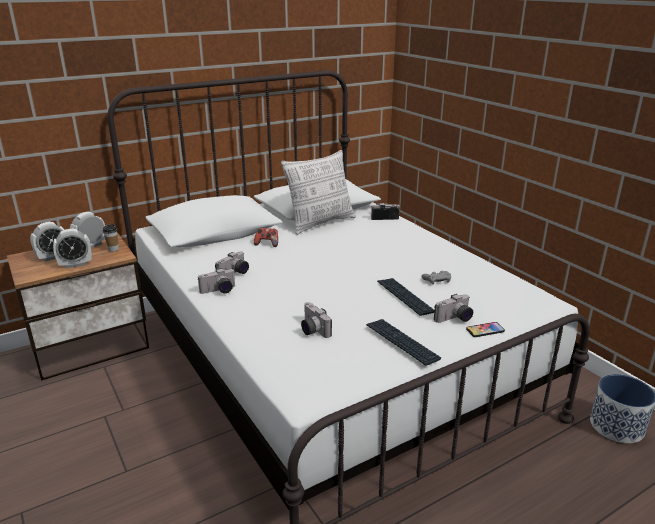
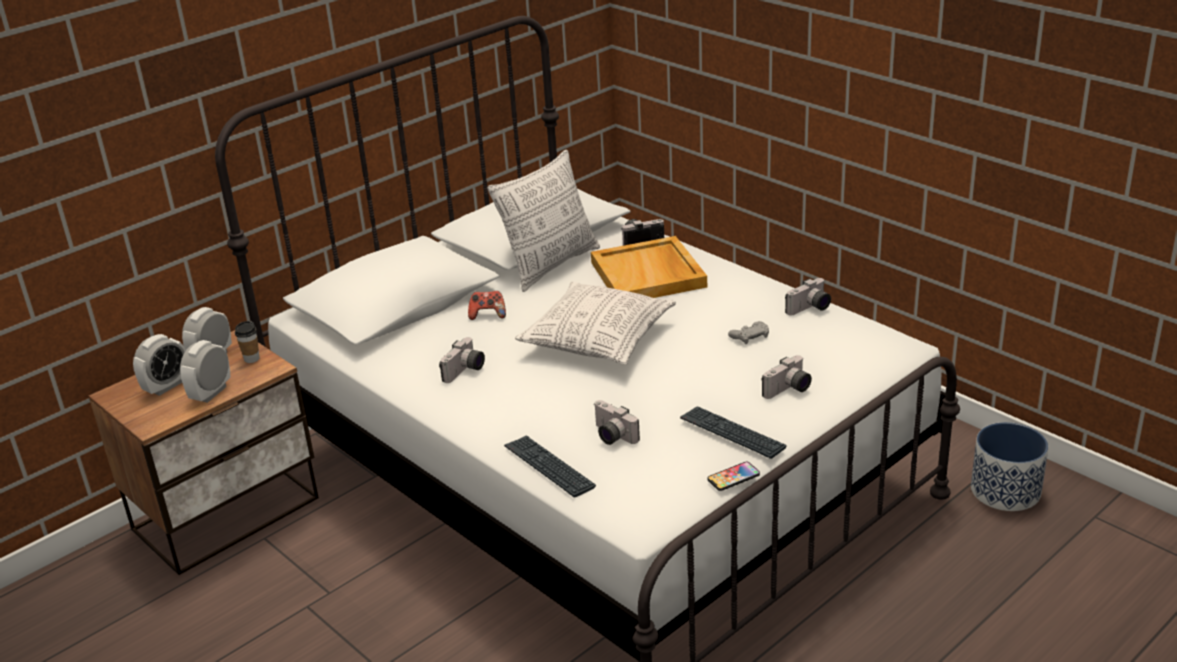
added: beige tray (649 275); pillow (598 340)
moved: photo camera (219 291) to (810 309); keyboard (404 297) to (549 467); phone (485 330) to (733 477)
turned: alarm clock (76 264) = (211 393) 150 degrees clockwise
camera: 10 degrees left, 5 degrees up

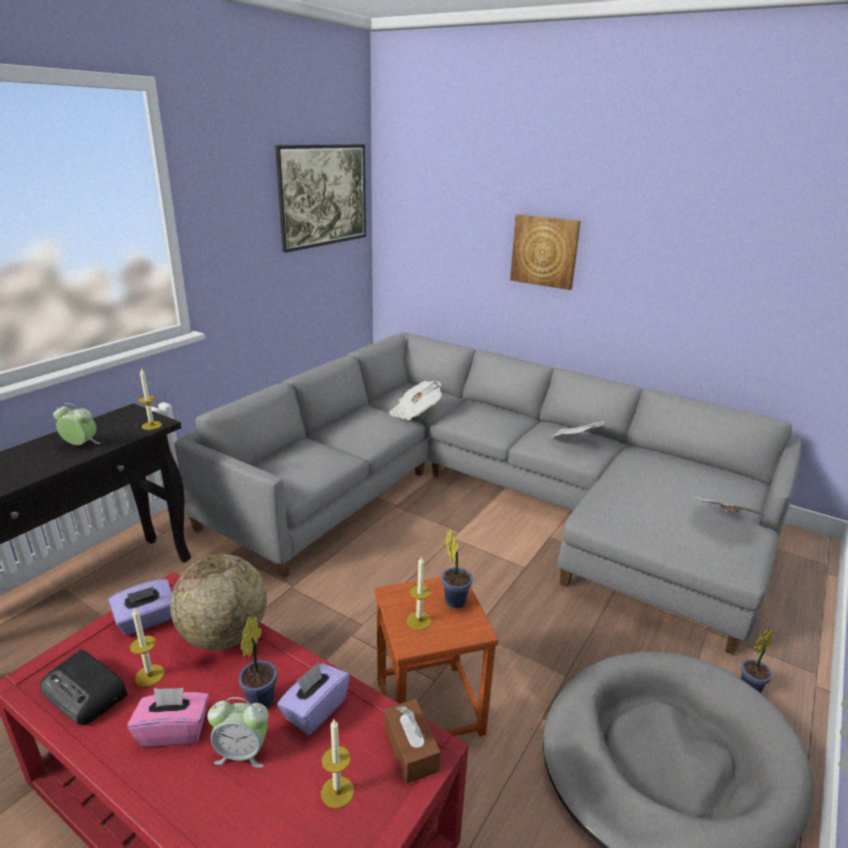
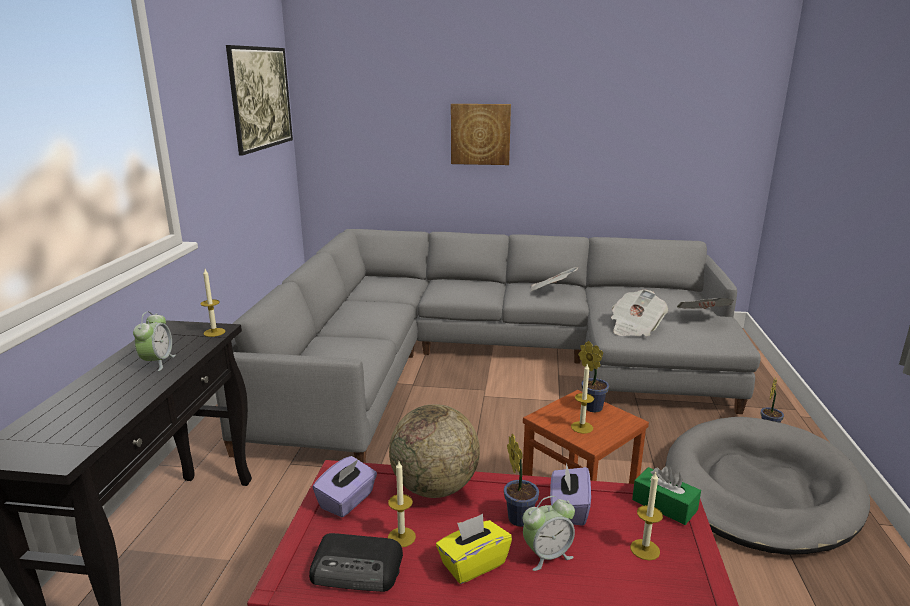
moved: newspaper (415 413) to (635 328)
recoloured: pink tissue box (174 730) to yellow tissue box (473 564); brown tissue box (411 749) to green tissue box (664 505)
turned: alarm clock (80 445) = (157 362) 105 degrees clockwise
camera: 25 degrees left, 5 degrees down

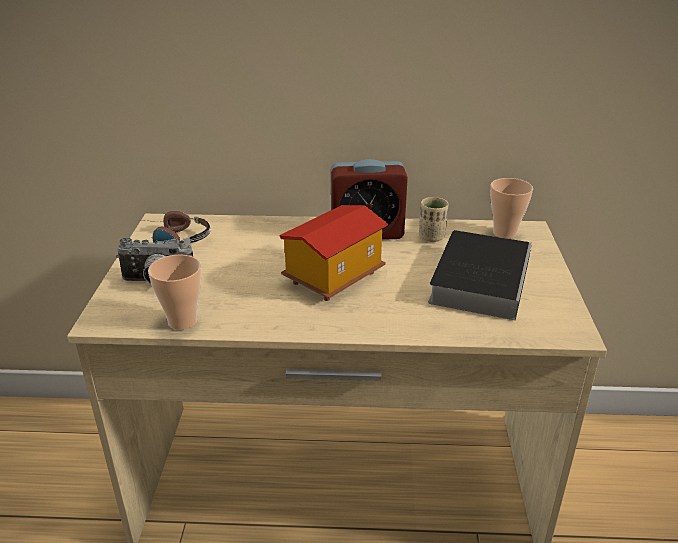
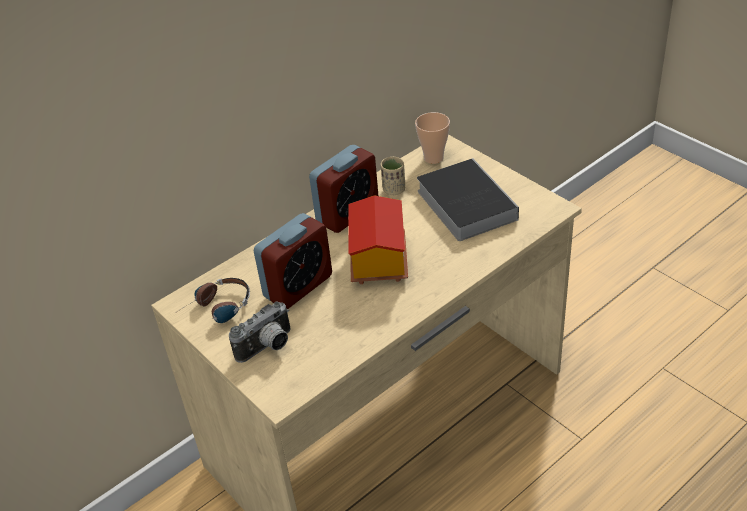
removed: cup (182 321)
added: alarm clock (298 286)
camera: 40 degrees left, 10 degrees up

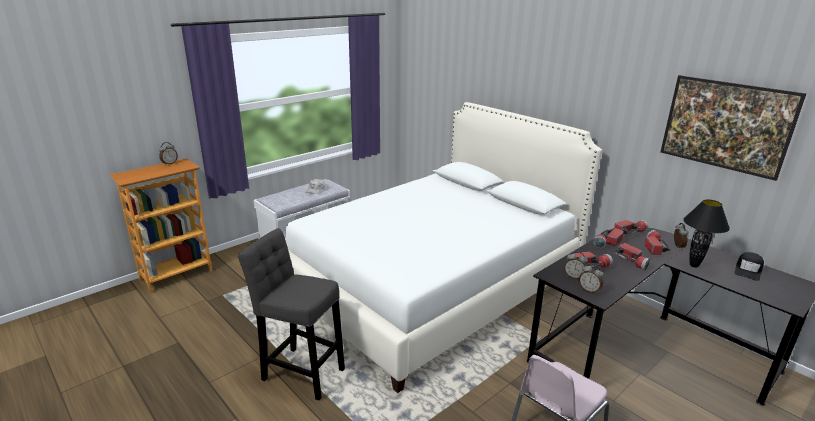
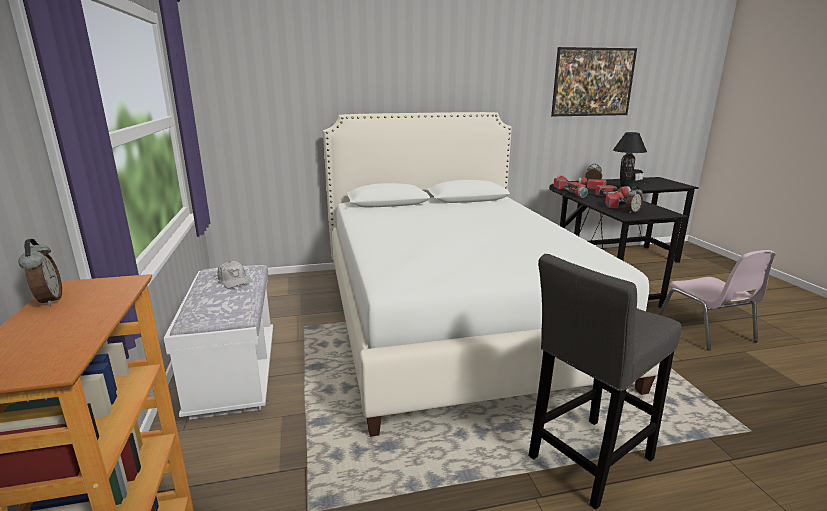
removed: alarm clock (589 290)
camera: 60 degrees left, 5 degrees down

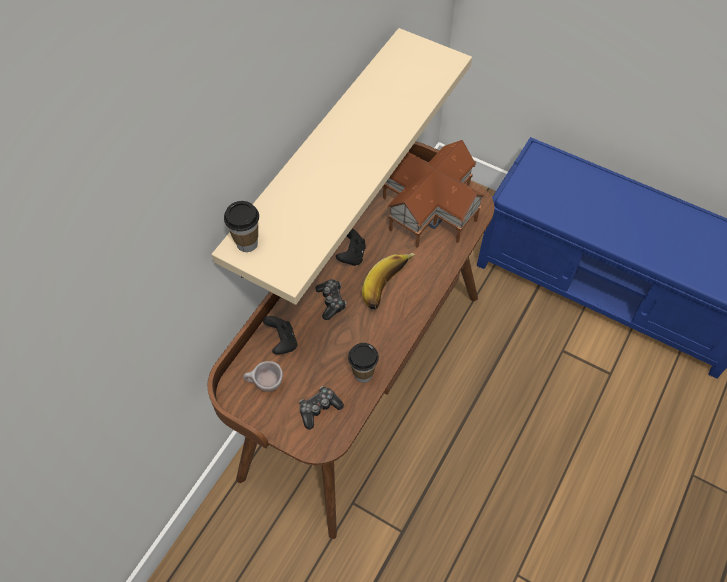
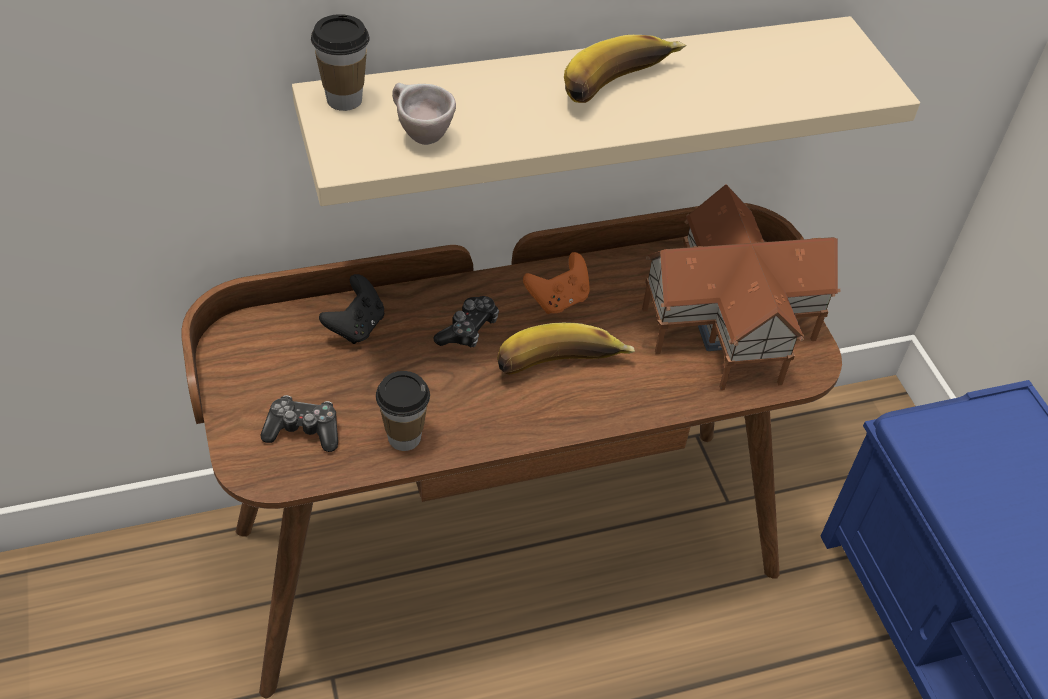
added: banana (622 90)
moved: beige cup (264 385) to (419 135)
recoloured: black game controller (351 255) to orange game controller (558 300)
camera: 40 degrees right, 10 degrees down

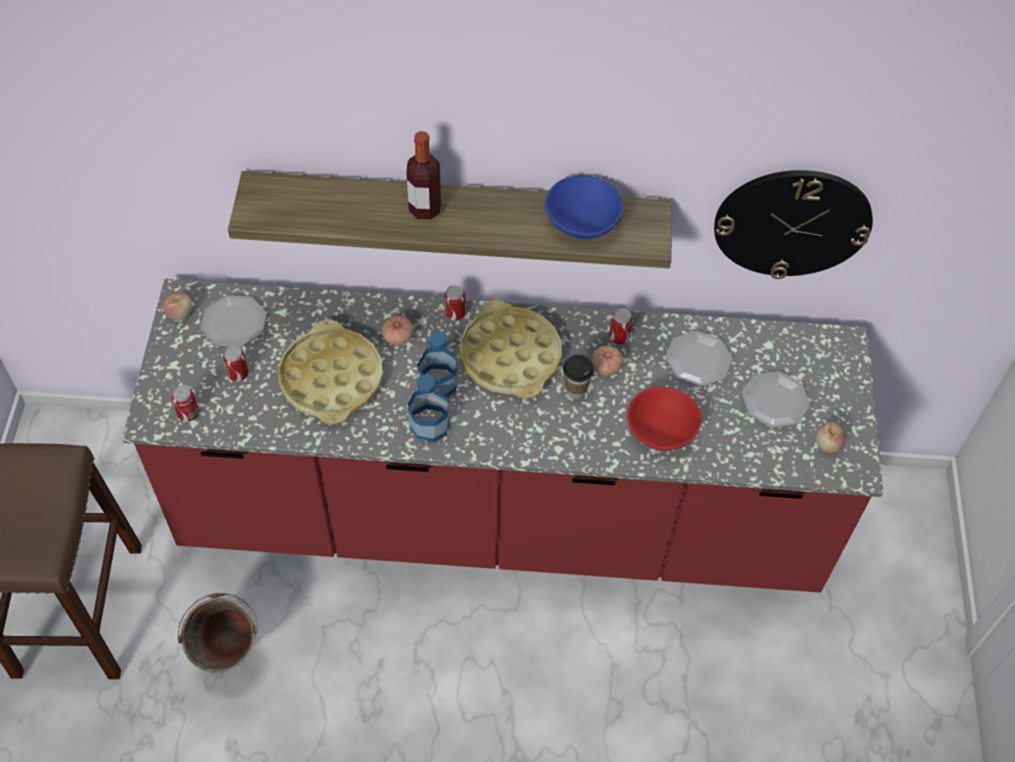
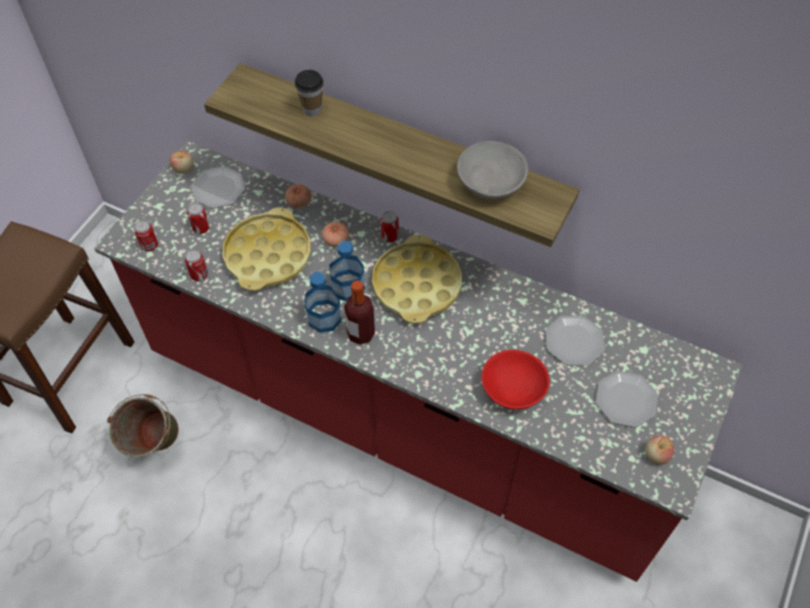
removed: wall clock (792 222)
moved: bottle (425 209) to (360 334); can (619 337) to (199 275); tomato (605 367) to (299 202); cup (575 391) to (312 110)
recoloured: blue bowl (581 222) to grey bowl (490 184)
camera: 25 degrees right, 0 degrees up

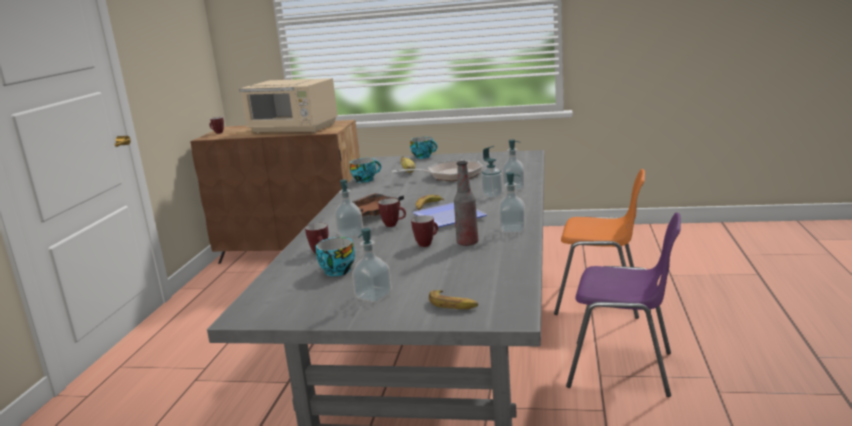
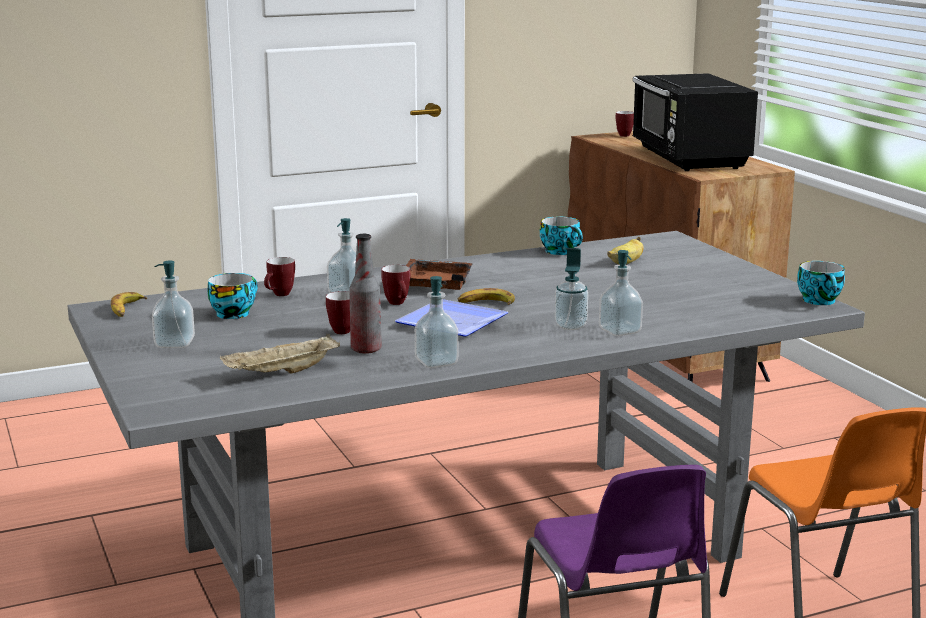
removed: frying pan (450 175)
added: beige tray (281 373)
moved: cup (424 156) to (821 301); banana (453 304) to (126 310)
recoloured: beige microwave (294 129) to black microwave (689 159)
camera: 55 degrees right, 0 degrees up

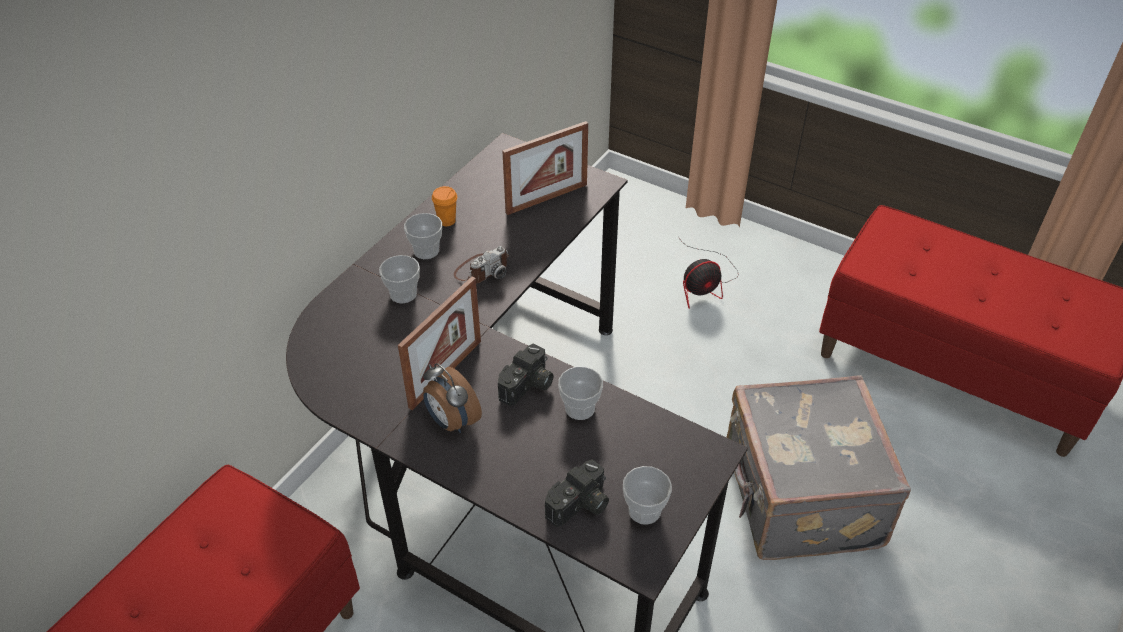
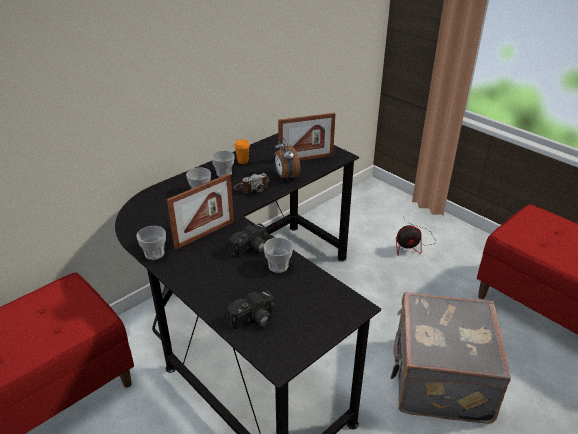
moved: alarm clock (451 421) to (285 177); cup (644 510) to (154 253)
camera: 15 degrees right, 10 degrees down

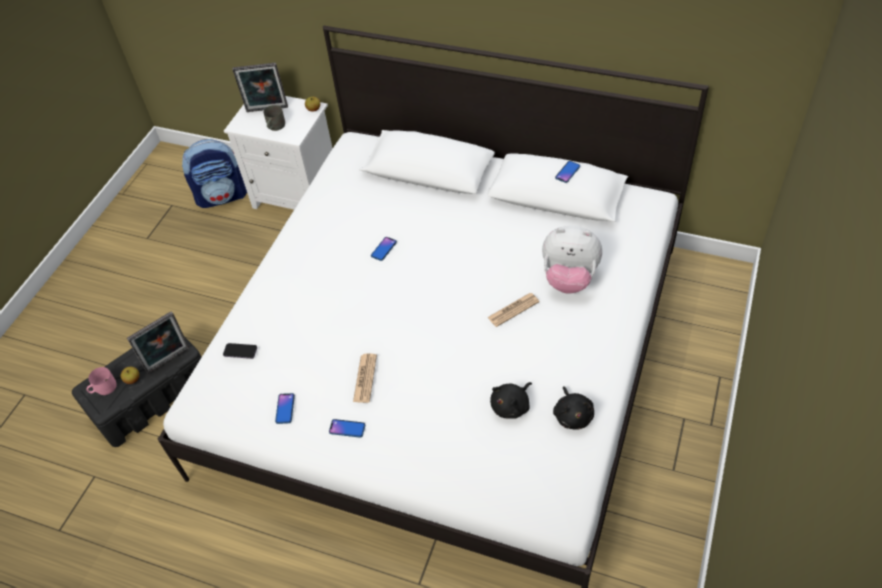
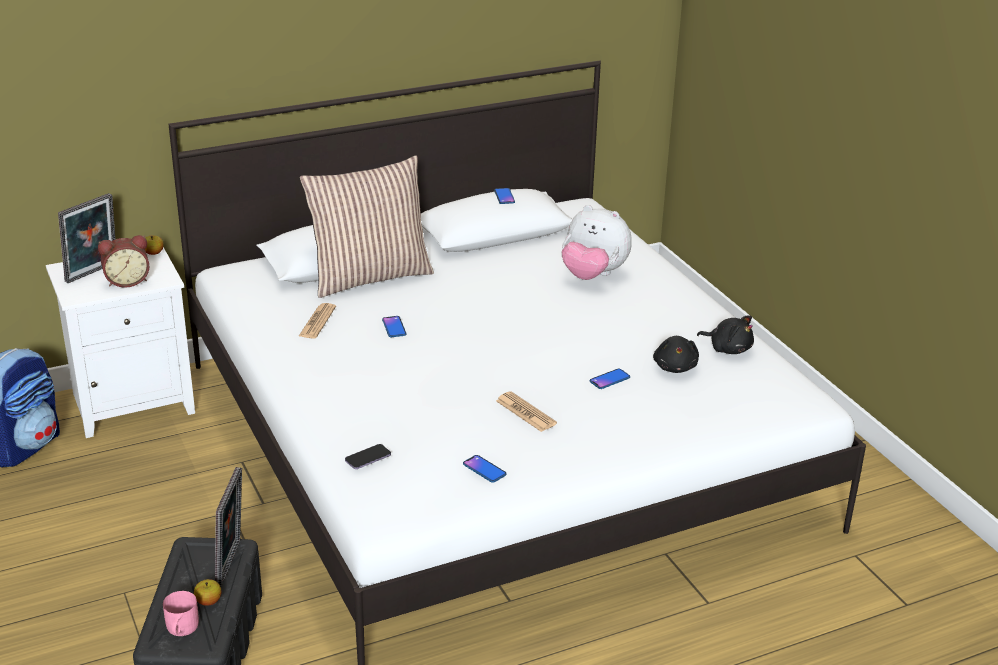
added: pillow (369 276)
moved: newspaper (513 310) to (317 322); phone (347 428) to (609 379)
replaced: grey mug (275 126) to alarm clock (127 281)
turned: plush toy (569 278) = (593 275) 60 degrees clockwise
camera: 50 degrees left, 20 degrees down

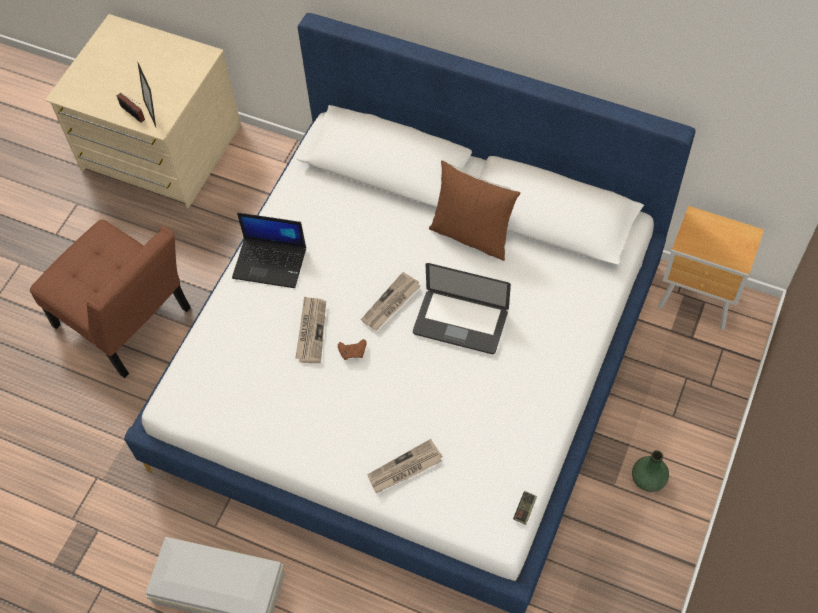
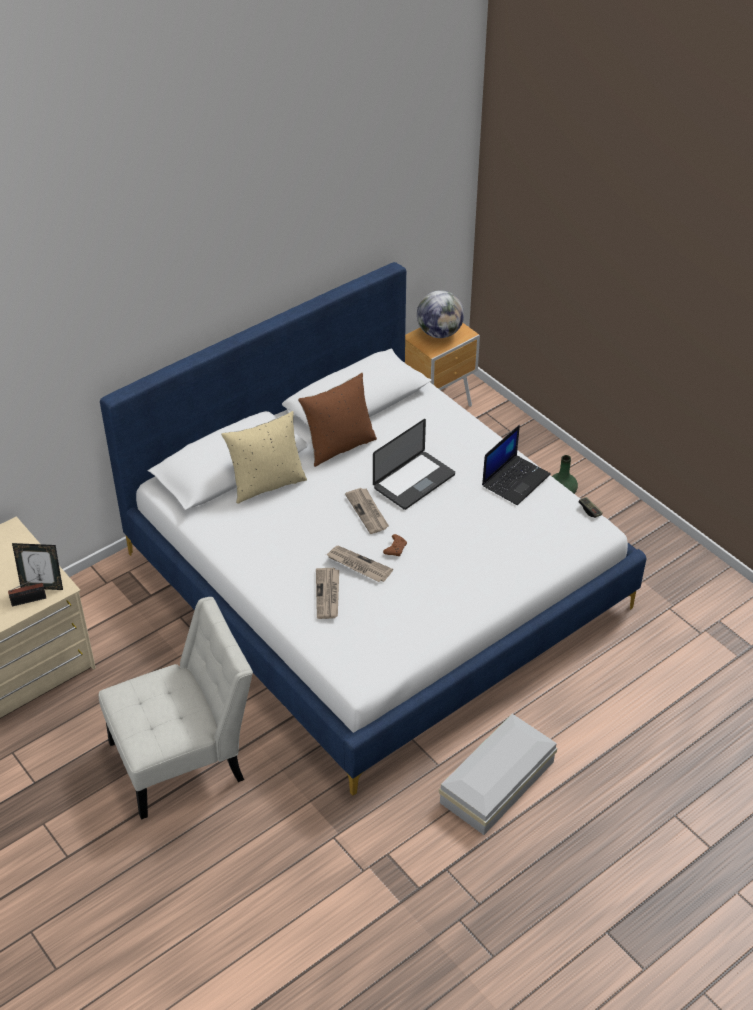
added: globe (439 333); beige pillow (267 484)
moved: laptop (271 262) to (515 479); newspaper (404 469) to (328 595)
recoloured: brown chair (127 322) to white chair (184 758)
camera: 65 degrees left, 15 degrees down

